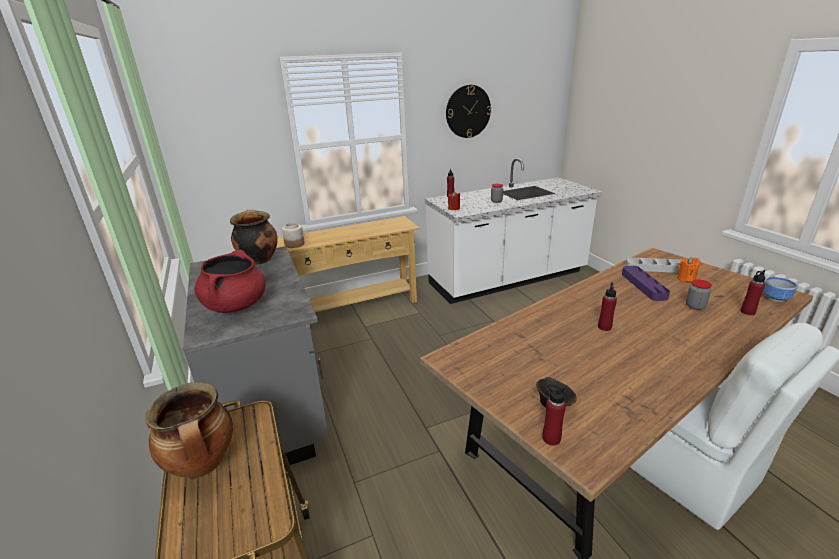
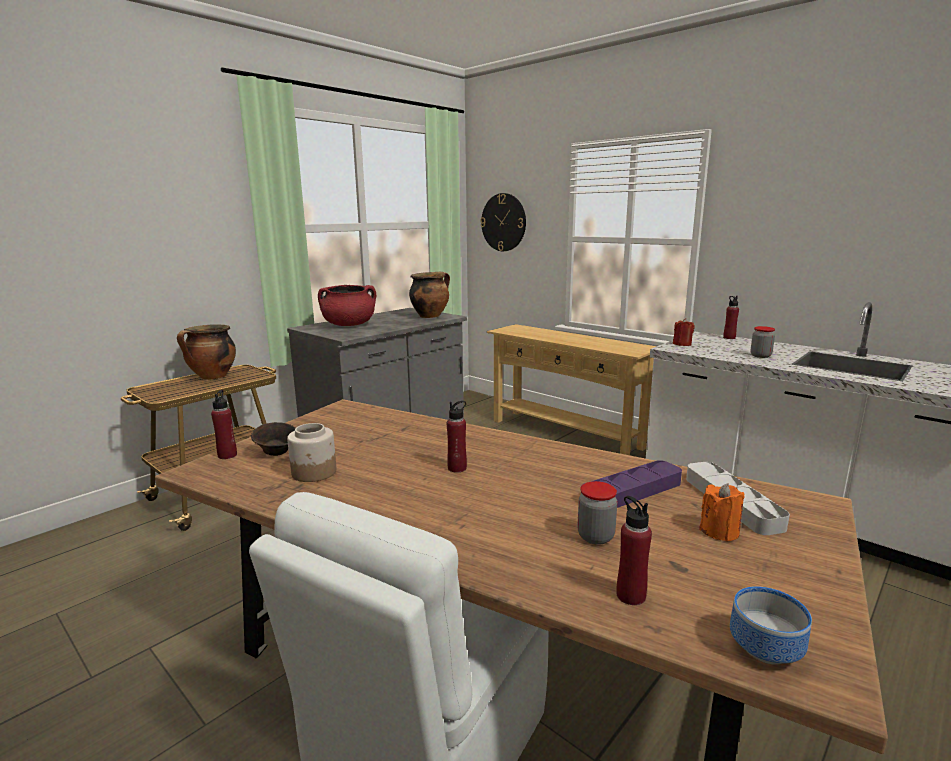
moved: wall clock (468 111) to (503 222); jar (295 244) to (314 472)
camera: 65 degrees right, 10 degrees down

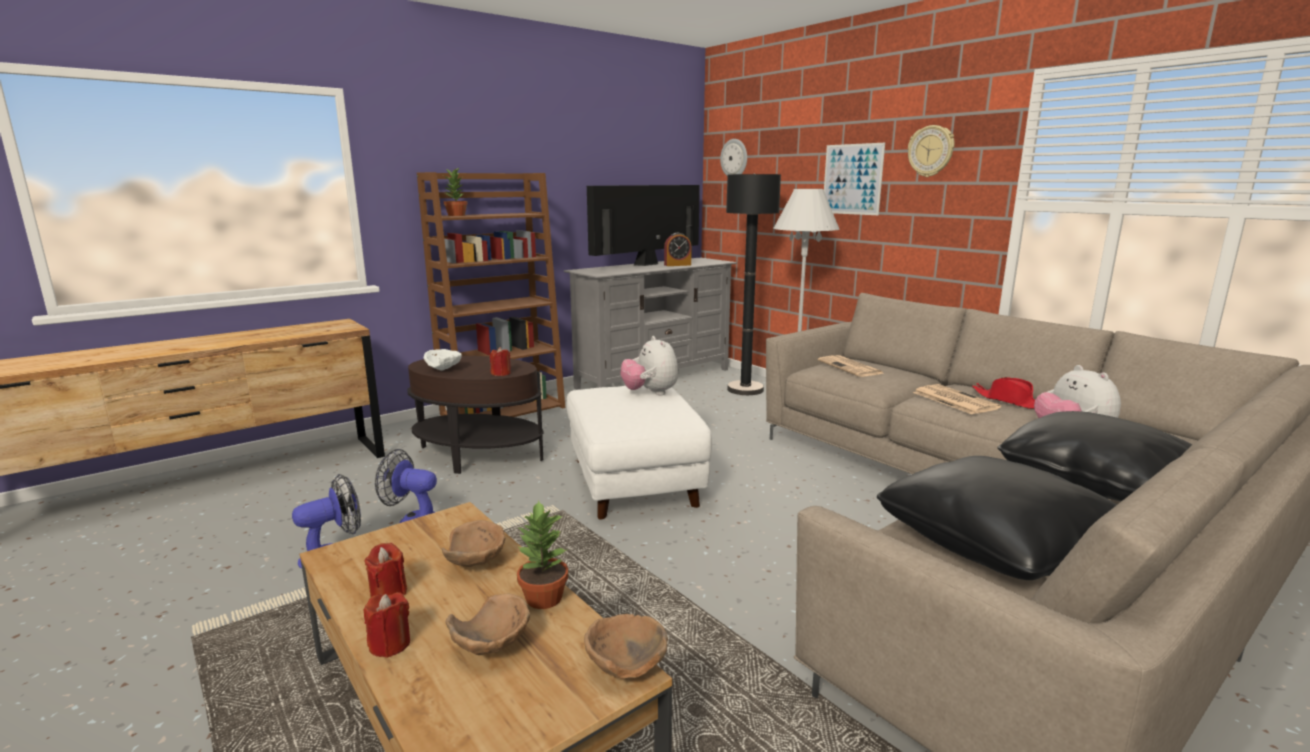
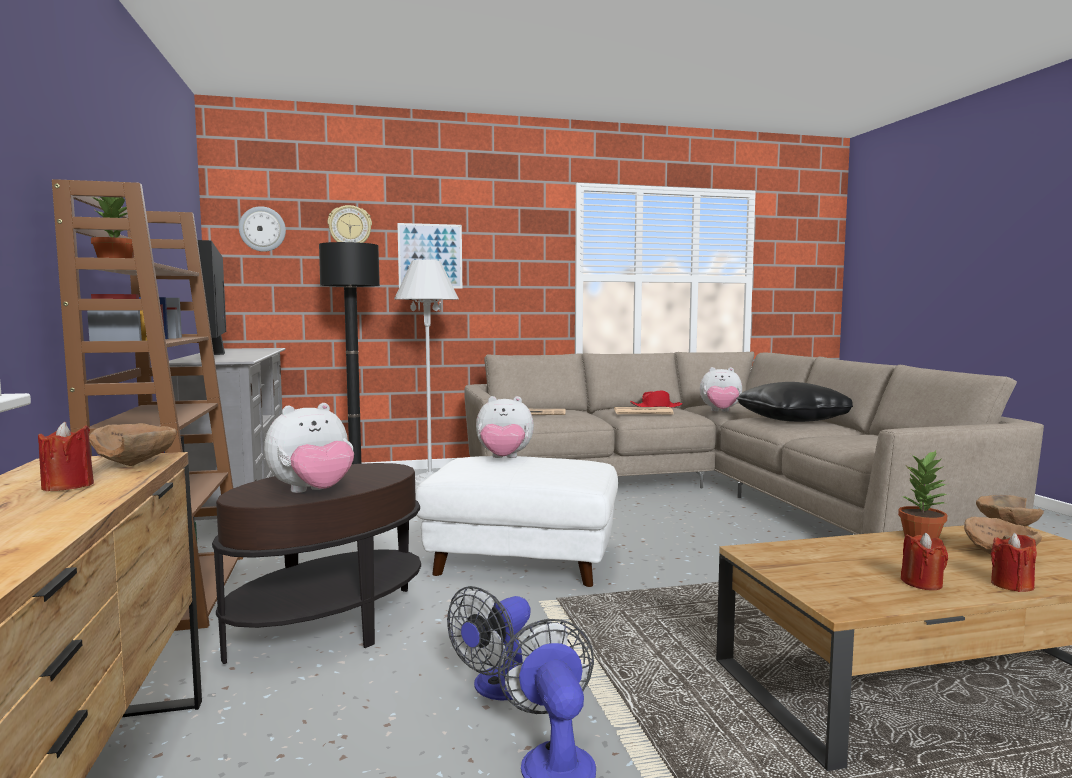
removed: alarm clock (677 265); black pillow (995 543)
moved: wall clock (931 151) to (350 227); red candle (501 373) to (68 486); brown bowl (477 564) to (138 464)
replaced: white bowl (445 369) to plush toy (313 492)
camera: 65 degrees left, 10 degrees down

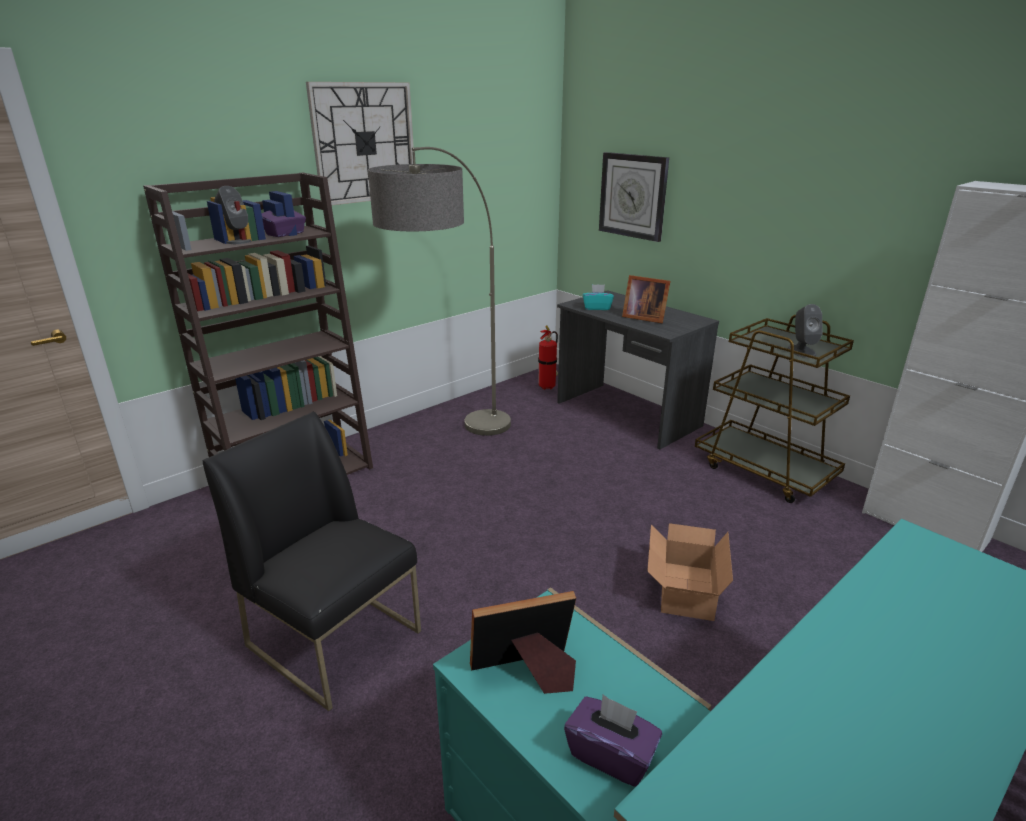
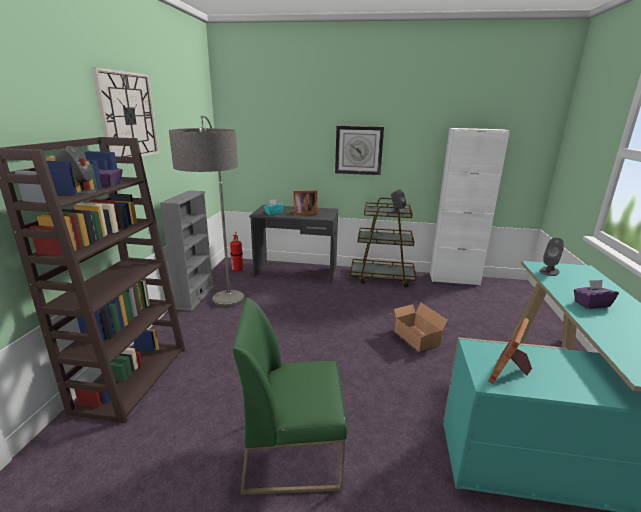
added: grey bookcase (195 297); grey speaker (549 271)
moved: wall clock (633 196) to (358 150); purple tissue box (611 754) to (591 304)
recoloured: black chair (336 638) to green chair (293 452)
camera: 40 degrees left, 5 degrees down

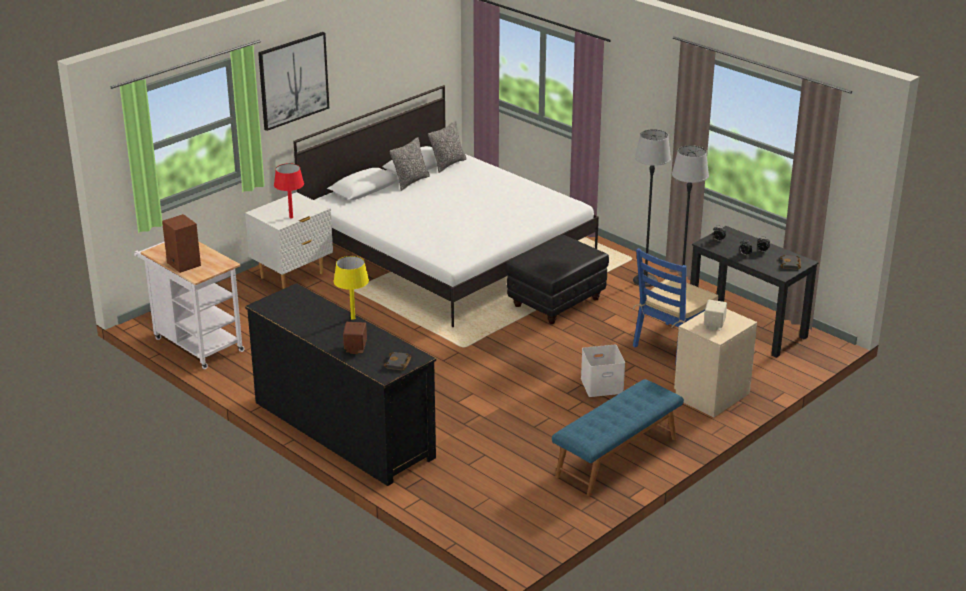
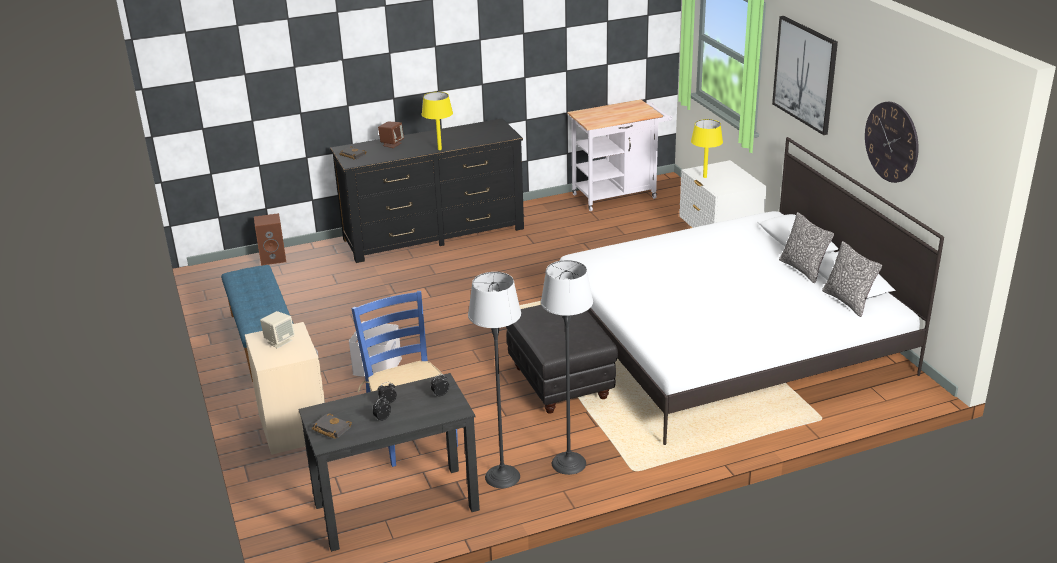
added: wall clock (891 142)
moved: brown speaker (182 264) to (273 258)
recoloured: red table lamp (291 217) to yellow table lamp (705 177)
camera: 115 degrees right, 0 degrees up

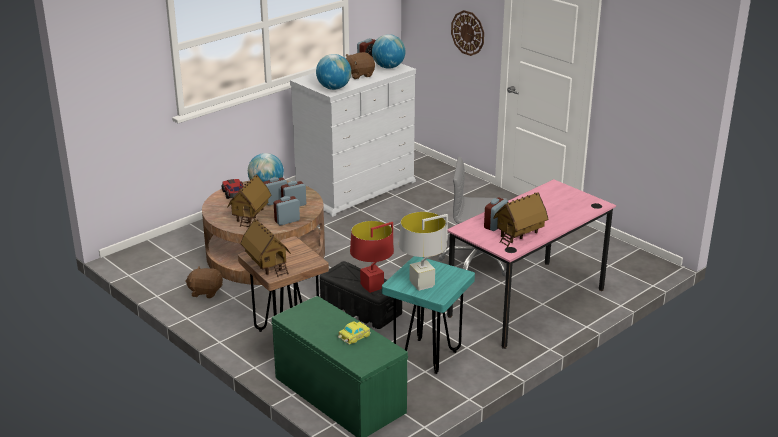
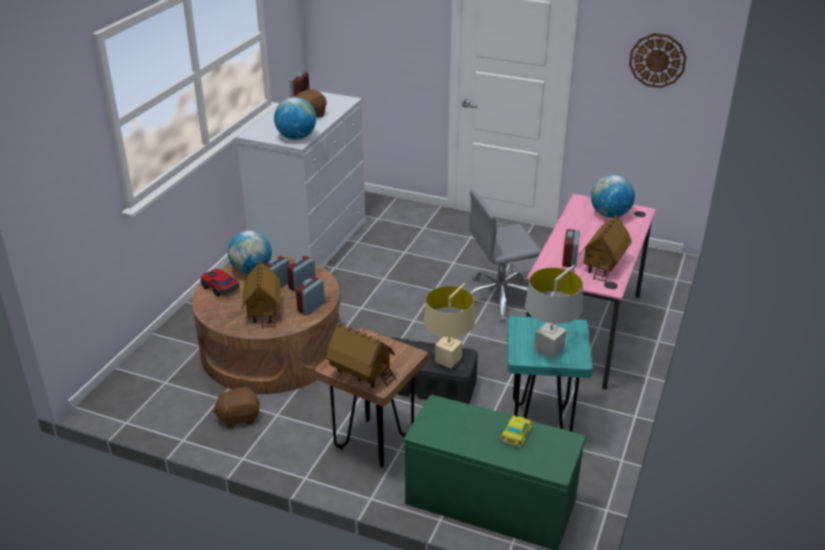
moved: wall clock (468 32) to (657 60); globe (388 67) to (610 215)
recoloured: red table lamp (372 287) to beige table lamp (448 361)
camera: 25 degrees left, 5 degrees up

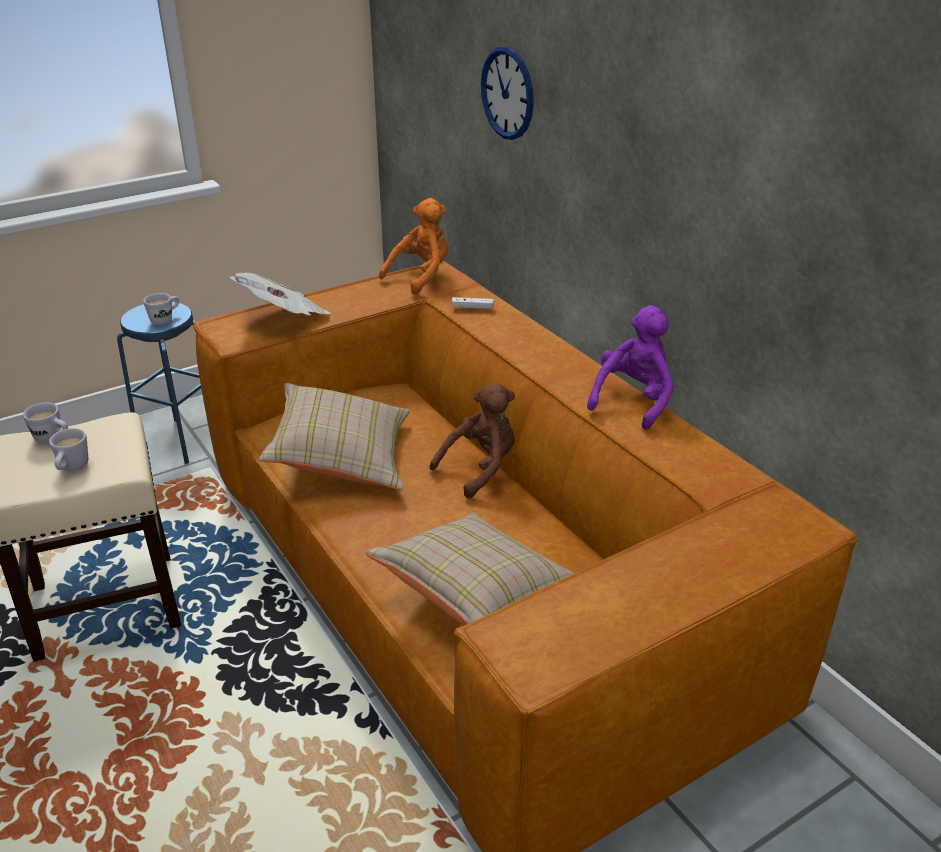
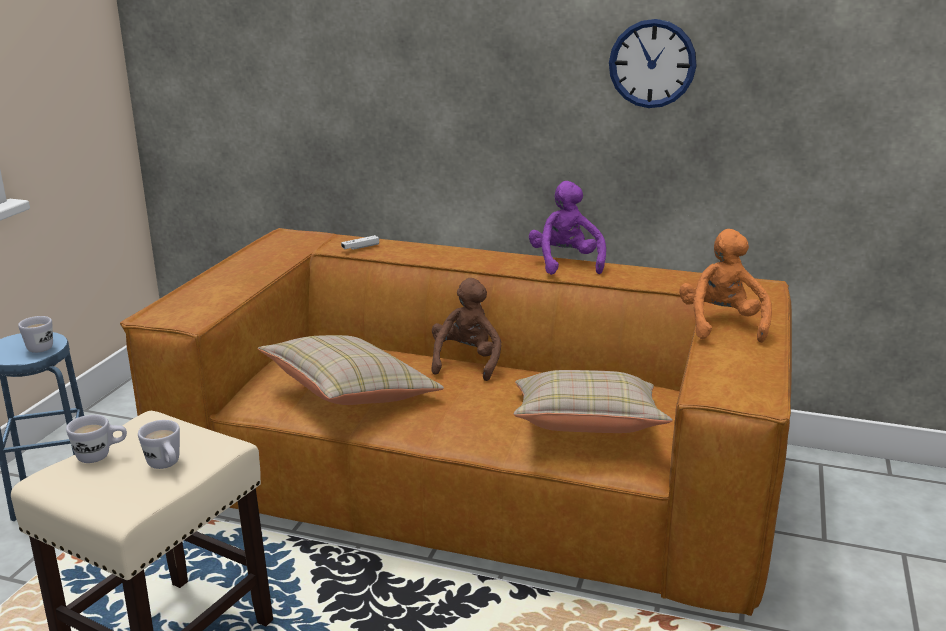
removed: newspaper (284 317)
moved: wall clock (507 93) to (652 64); orange plush toy (421 277) to (721 324)
camera: 40 degrees left, 10 degrees down

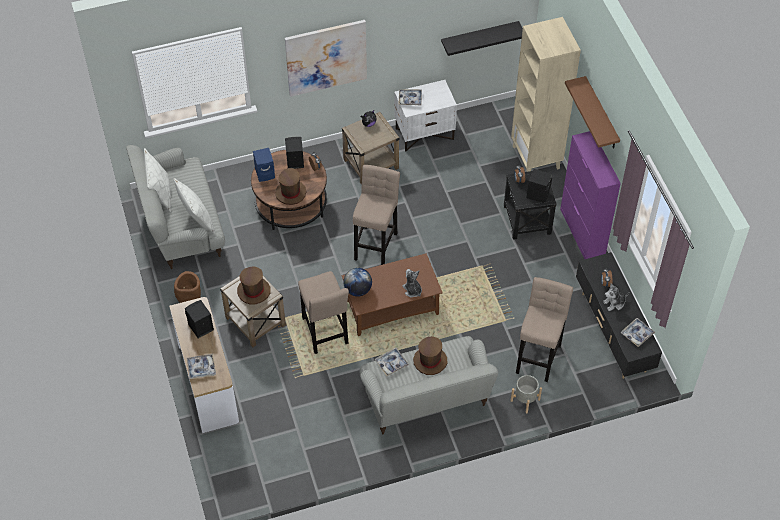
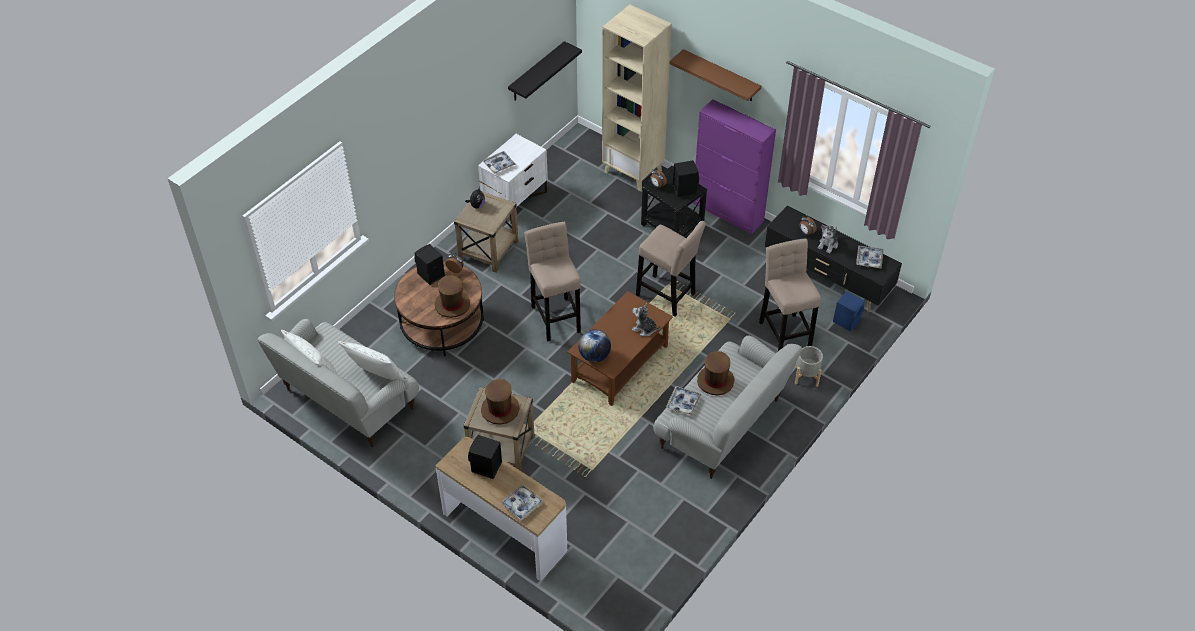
removed: picture (326 57); brown planter (189 296)
moved: blue speaker (265 173) to (847 320); beige stool (325 333) to (668 297)
camera: 35 degrees left, 5 degrees down

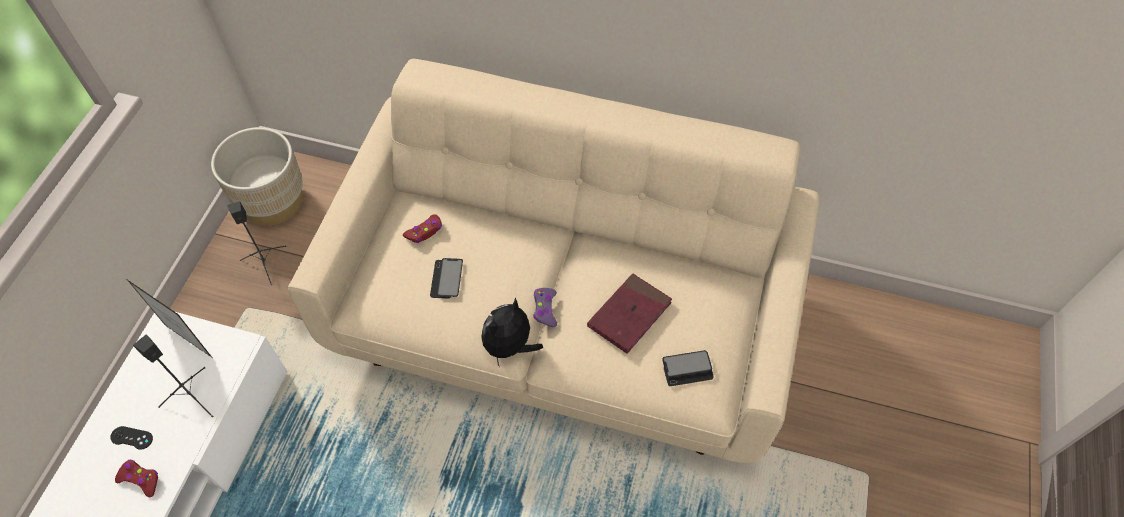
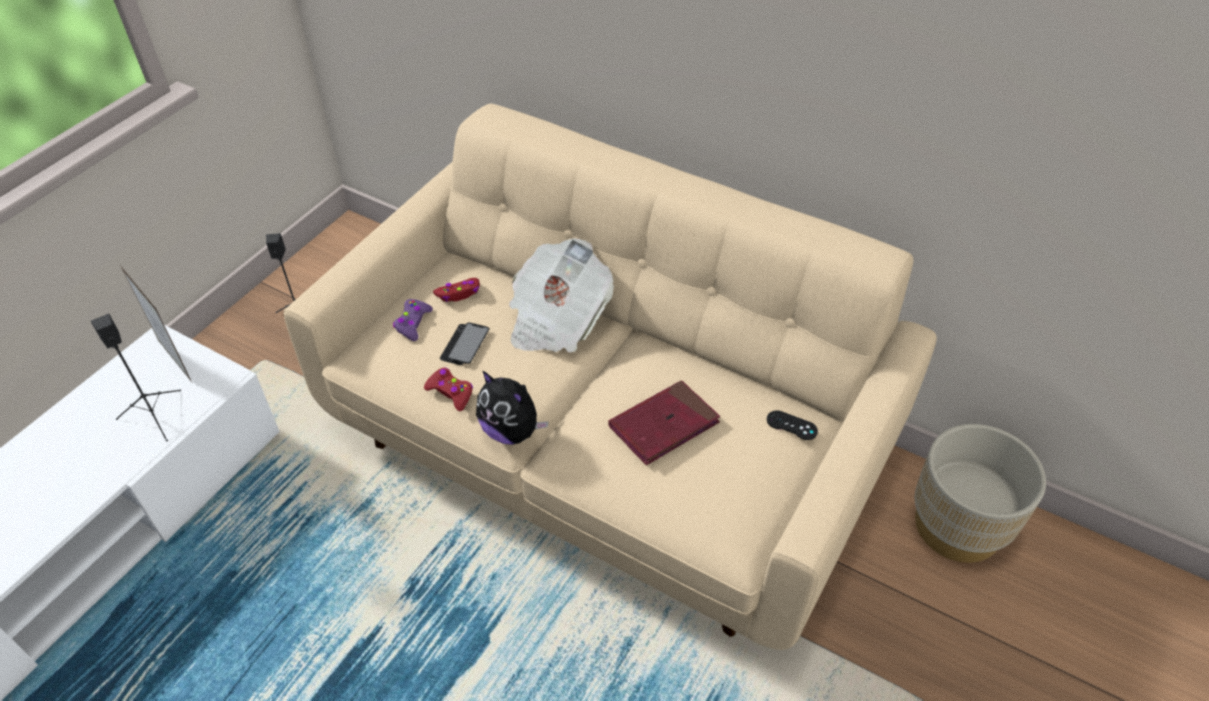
removed: phone (687 369)
added: newspaper (556 319)
moved: beige planter (273 202) to (957 526); purple game controller (545 309) to (413 323); black game controller (131 438) to (791 425); red game controller (140 479) to (451 392)
turned: plush toy (510 346) = (512 431) 105 degrees counterclockwise
camera: 15 degrees right, 10 degrees down

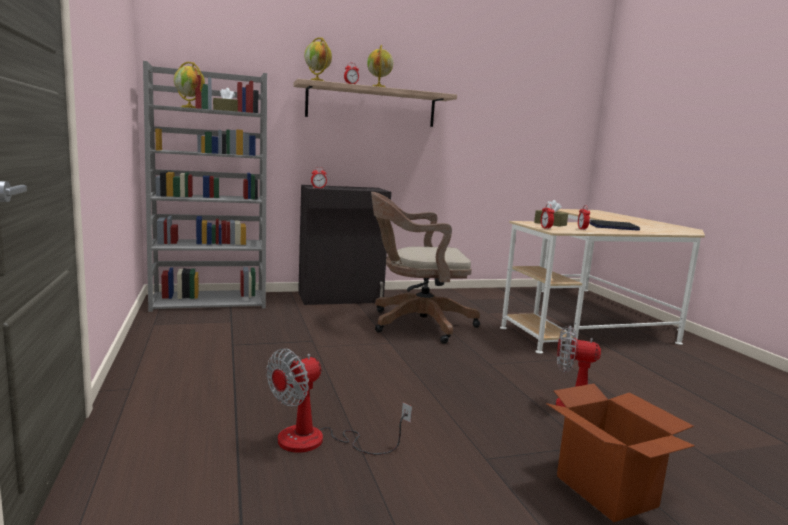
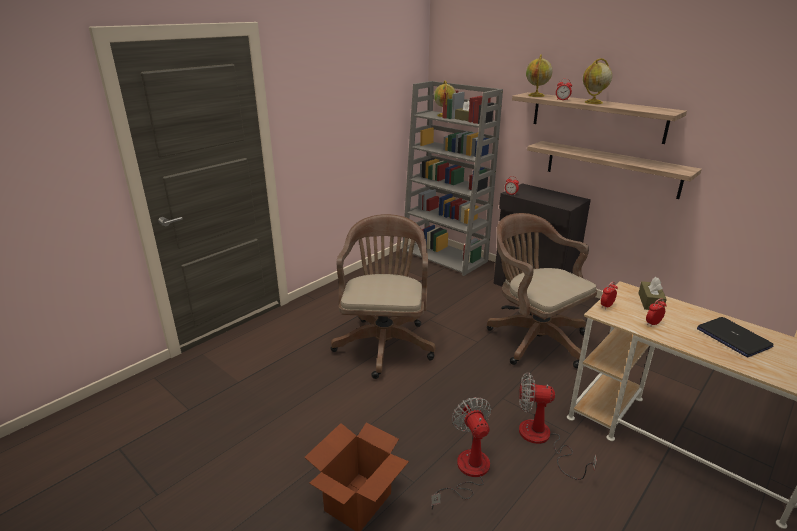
added: shelf (611 168); brown office chair (384 342)
moved: fan (318 441) to (542 440)
camera: 60 degrees right, 15 degrees up

